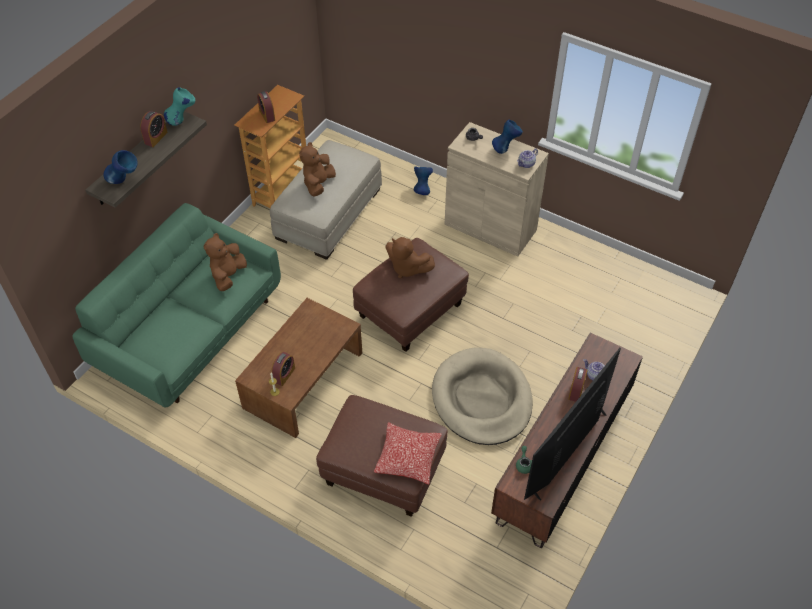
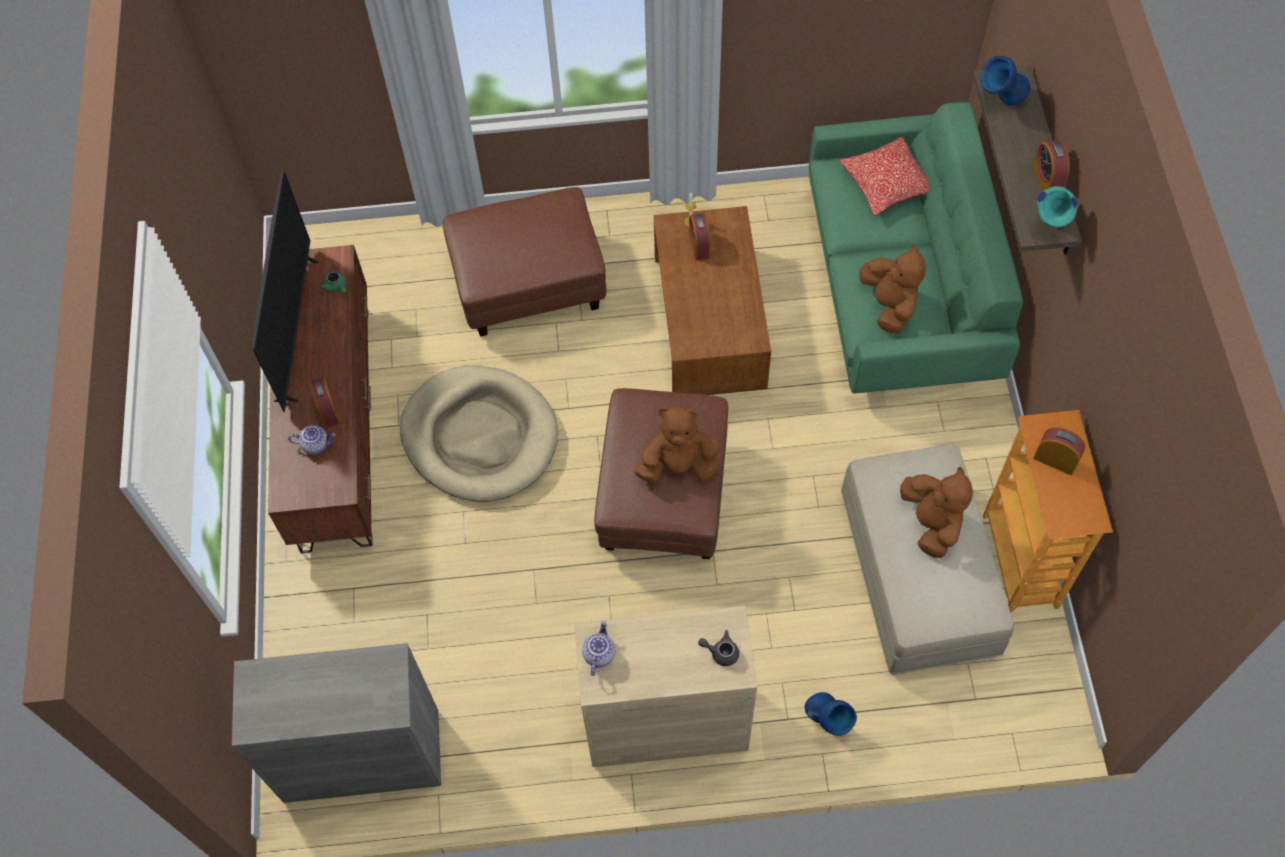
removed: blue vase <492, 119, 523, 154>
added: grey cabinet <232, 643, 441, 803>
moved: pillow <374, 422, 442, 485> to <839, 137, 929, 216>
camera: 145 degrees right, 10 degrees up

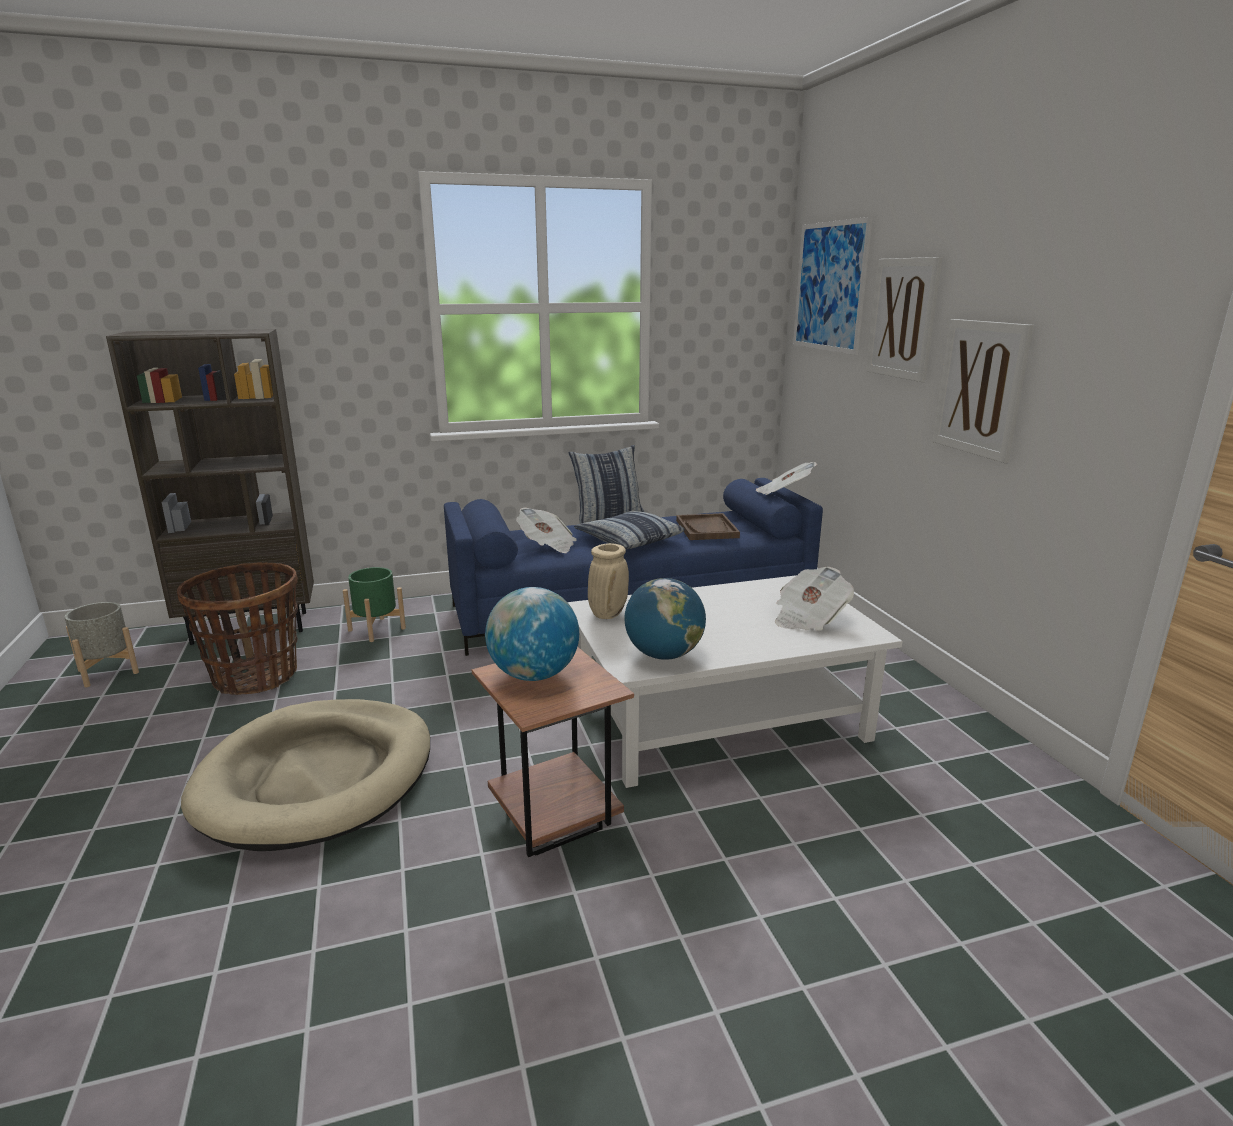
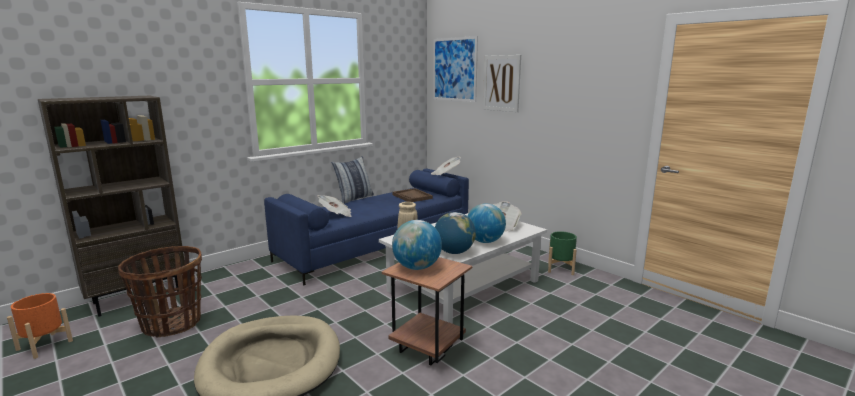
removed: pillow <574, 511, 685, 549>; picture <933, 319, 1034, 463>
added: globe <468, 204, 506, 243>
moved: green planter <343, 567, 406, 642> to <548, 231, 577, 275>
recoloured: grey planter <64, 602, 139, 687> to orange planter <7, 293, 73, 359>
camera: 25 degrees left, 5 degrees down

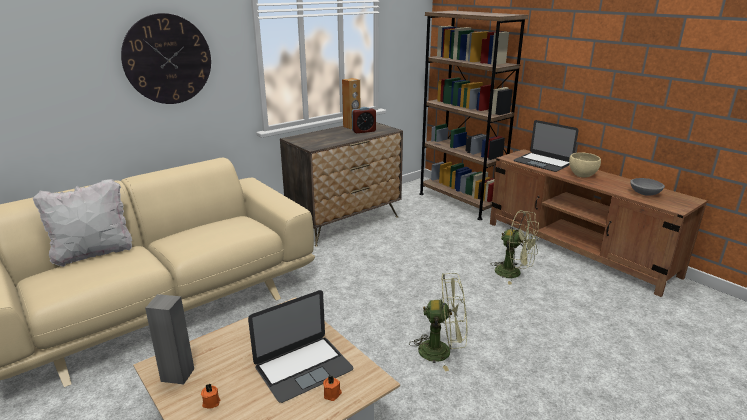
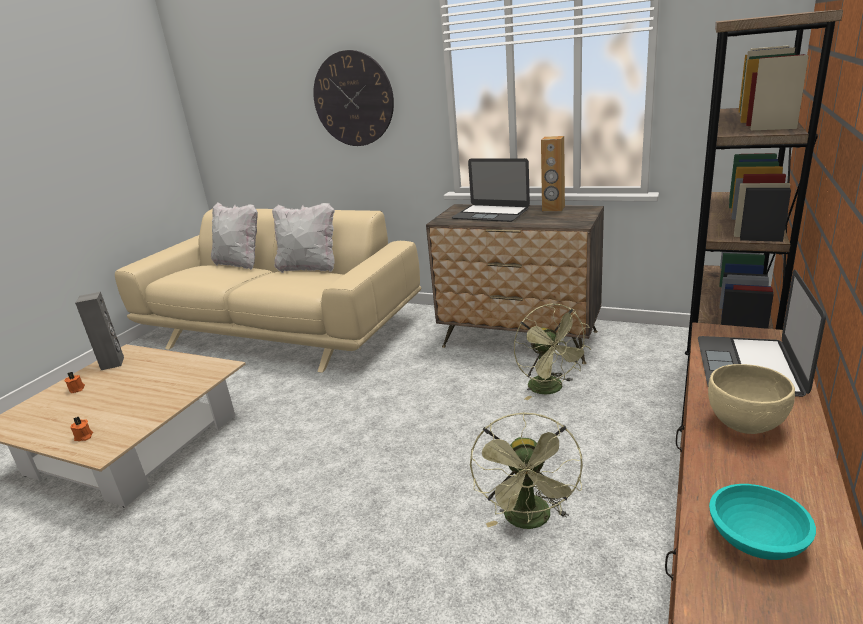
removed: alarm clock <352, 107, 376, 133>
added: white pillow <272, 203, 335, 273>
moved: laptop <248, 290, 353, 403> to <452, 158, 530, 222>; green fan <409, 273, 467, 371> to <514, 304, 591, 400>
recoloured: grey bowl <630, 178, 665, 196> to turquoise bowl <709, 484, 816, 560>
camera: 65 degrees right, 0 degrees up

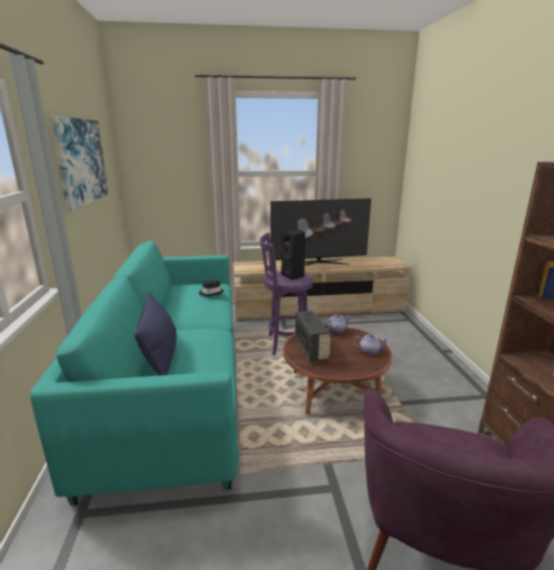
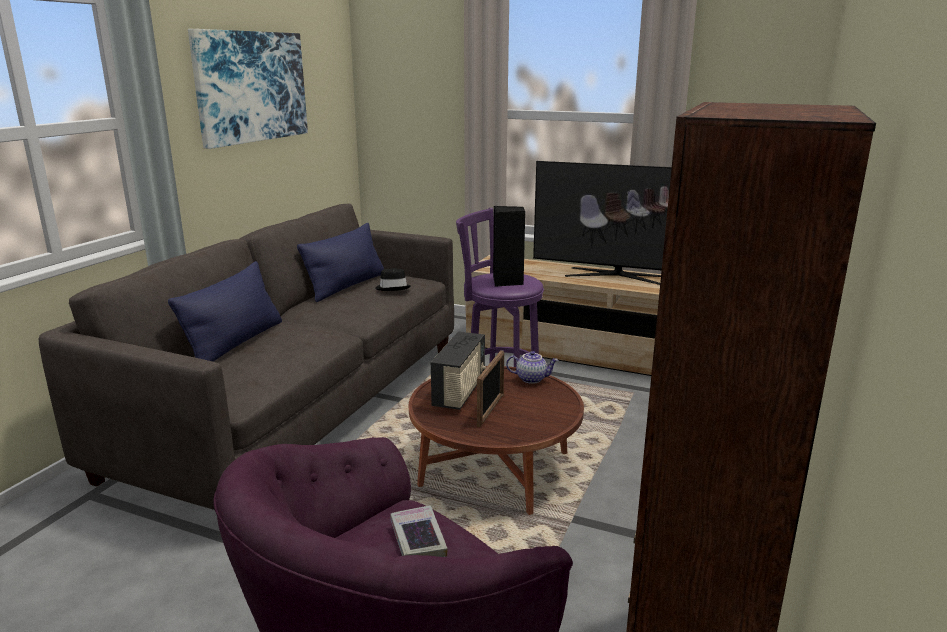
removed: teapot <353, 334, 389, 355>
added: blue pillow <297, 223, 384, 302>; book <390, 505, 448, 557>; picture frame <477, 350, 504, 427>
recoloured: turquoise sofa <30, 241, 239, 506> to grey sofa <39, 203, 454, 510>
camera: 30 degrees right, 0 degrees up

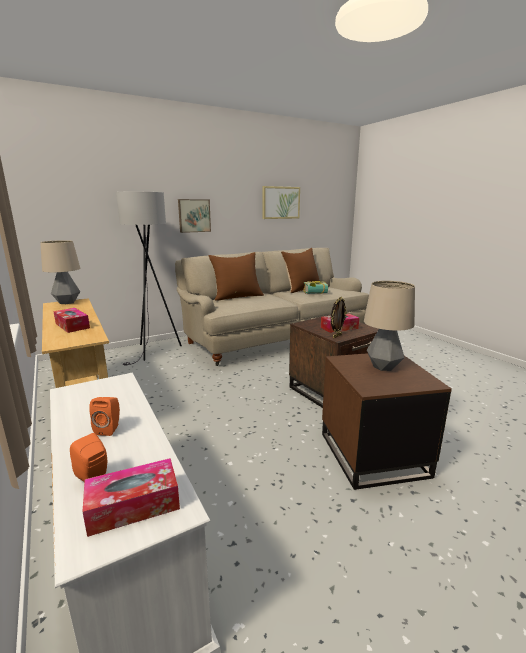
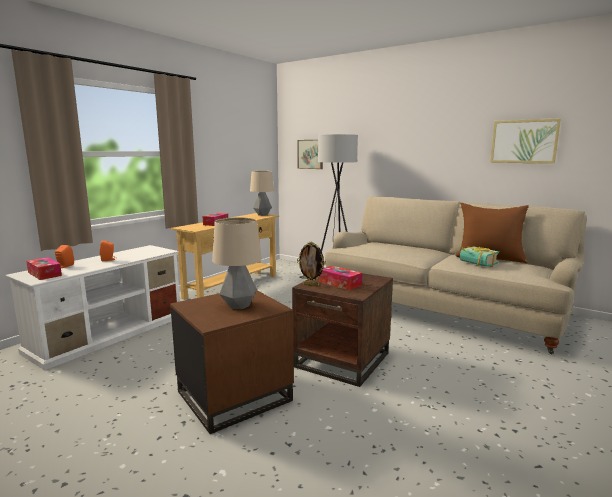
removed: brown pillow <208, 252, 264, 301>
moved: picture <178, 199, 211, 233> to <297, 140, 323, 169>
camera: 65 degrees right, 5 degrees down

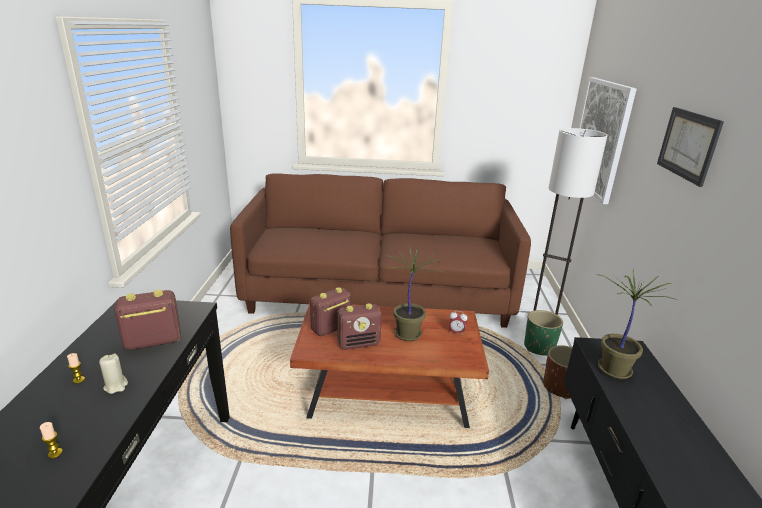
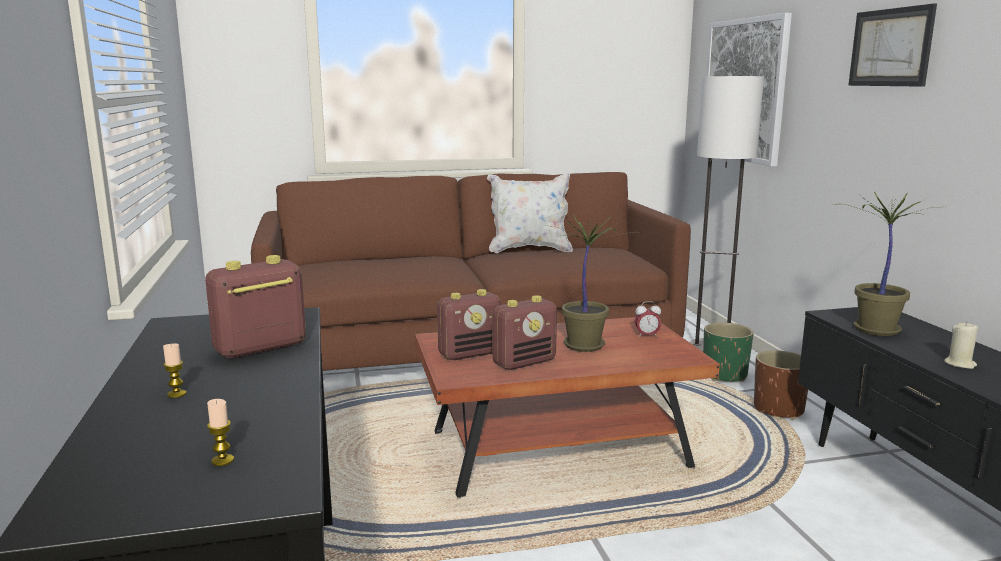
added: white pillow <487, 173, 573, 253>
moved: beige candle <99, 354, 128, 394> to <944, 322, 978, 369>
turned: radio <310, 287, 351, 336> = <437, 289, 501, 360> 150 degrees counterclockwise
camera: 15 degrees left, 10 degrees down

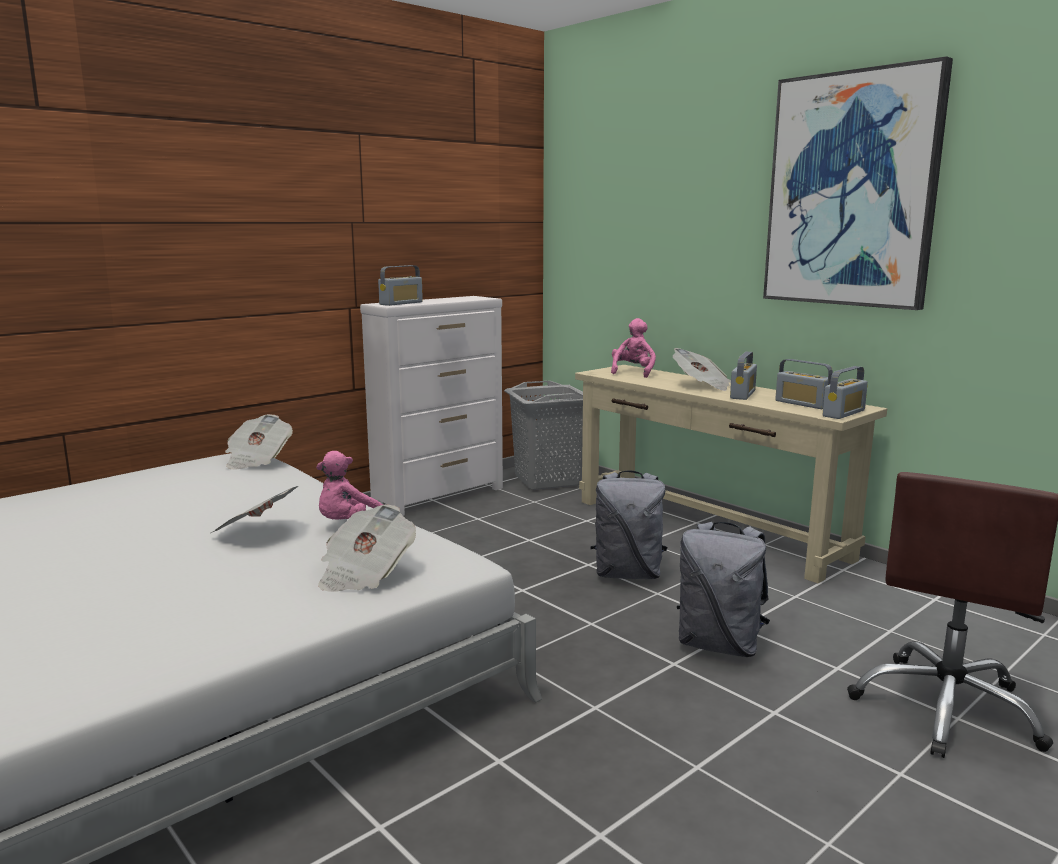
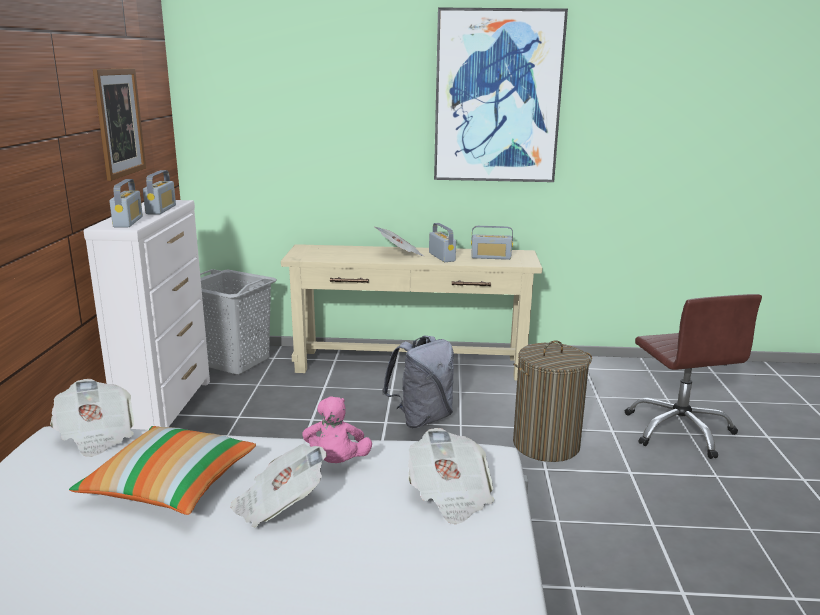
removed: pink plush toy <611, 318, 656, 378>
added: pillow <69, 426, 256, 515>; picture <93, 68, 146, 181>
moved: radio <823, 366, 868, 419> to <143, 170, 176, 215>
replaced: grey backpack <677, 522, 770, 657> to laundry basket <513, 341, 592, 462>
camera: 45 degrees left, 5 degrees up

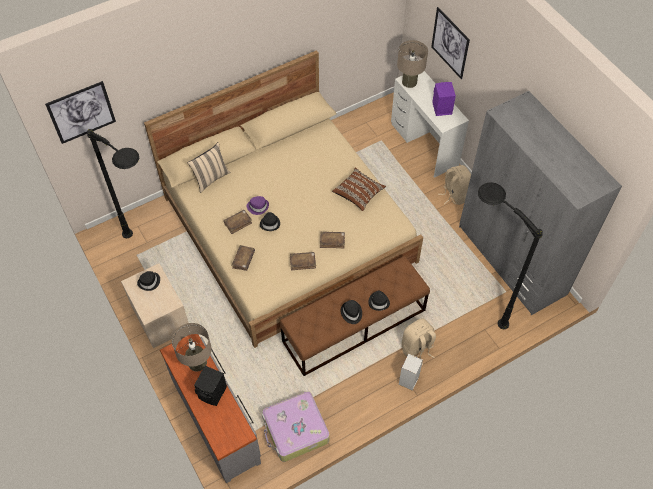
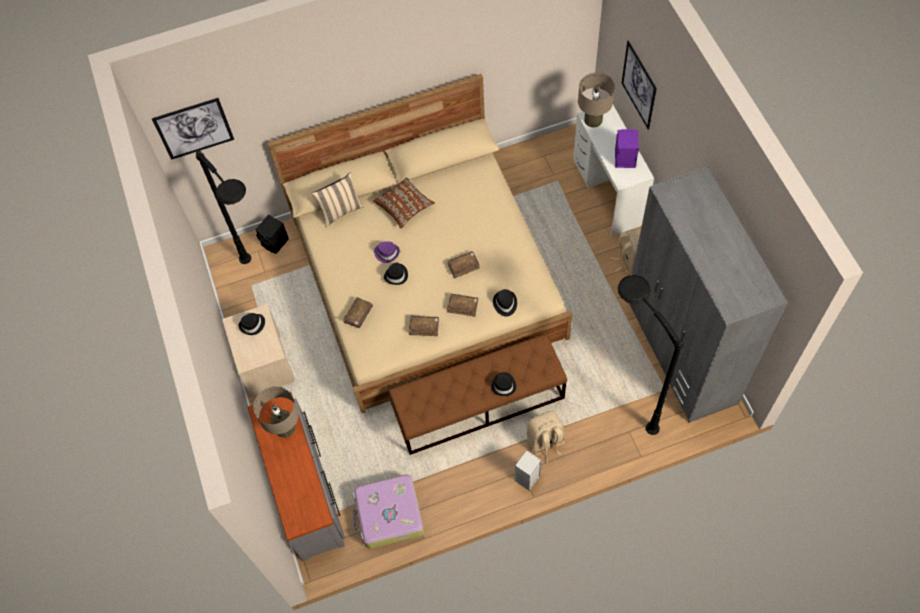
moved: black speaker <194, 366, 227, 406> to <255, 214, 289, 254>; brown book <224, 210, 252, 234> to <448, 251, 480, 278>; brown pillow <332, 168, 386, 211> to <373, 178, 435, 228>; black hat <341, 300, 362, 324> to <493, 289, 517, 317>
camera: 15 degrees right, 5 degrees up

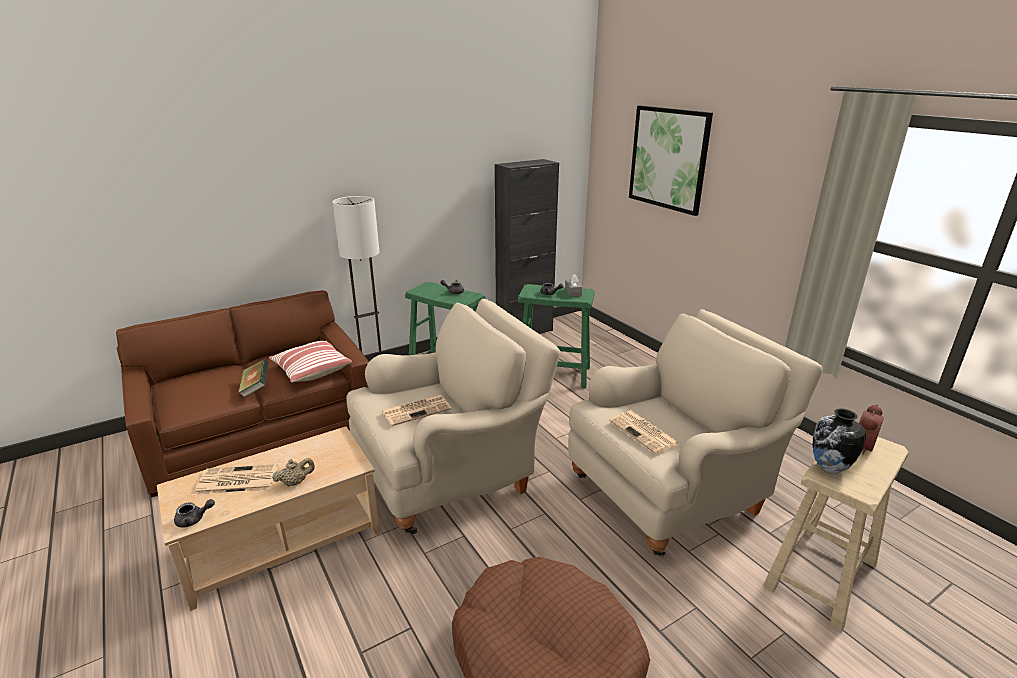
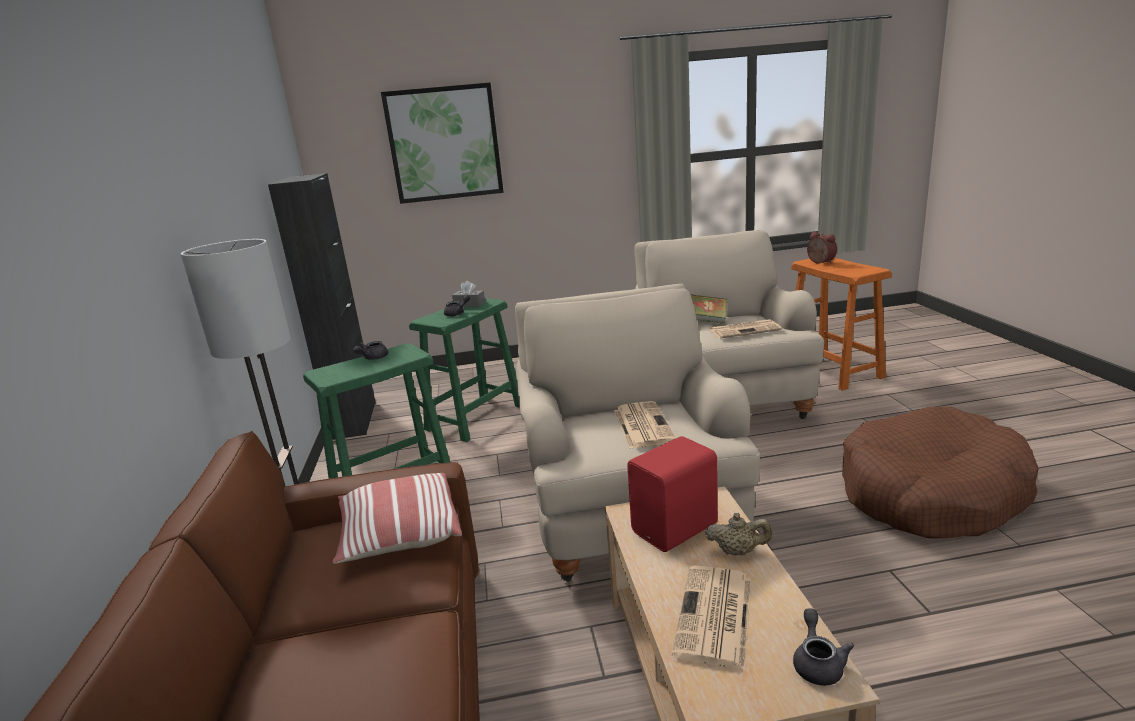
removed: vase <813, 408, 866, 474>
added: red speaker <627, 436, 718, 552>
moved: book <238, 359, 268, 398> to <690, 294, 727, 324>
recoloured: beige stool <763, 437, 909, 632> to orange stool <791, 258, 892, 390>
turned: beige teapot <272, 458, 315, 487> = <705, 513, 772, 556> 105 degrees clockwise
camera: 65 degrees left, 5 degrees down

